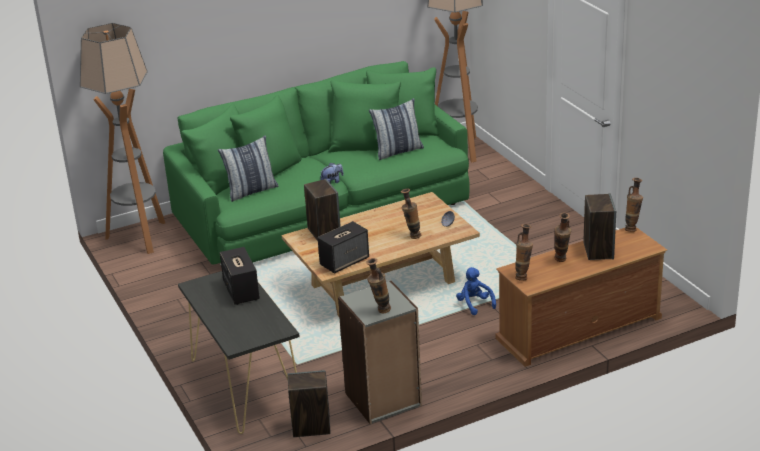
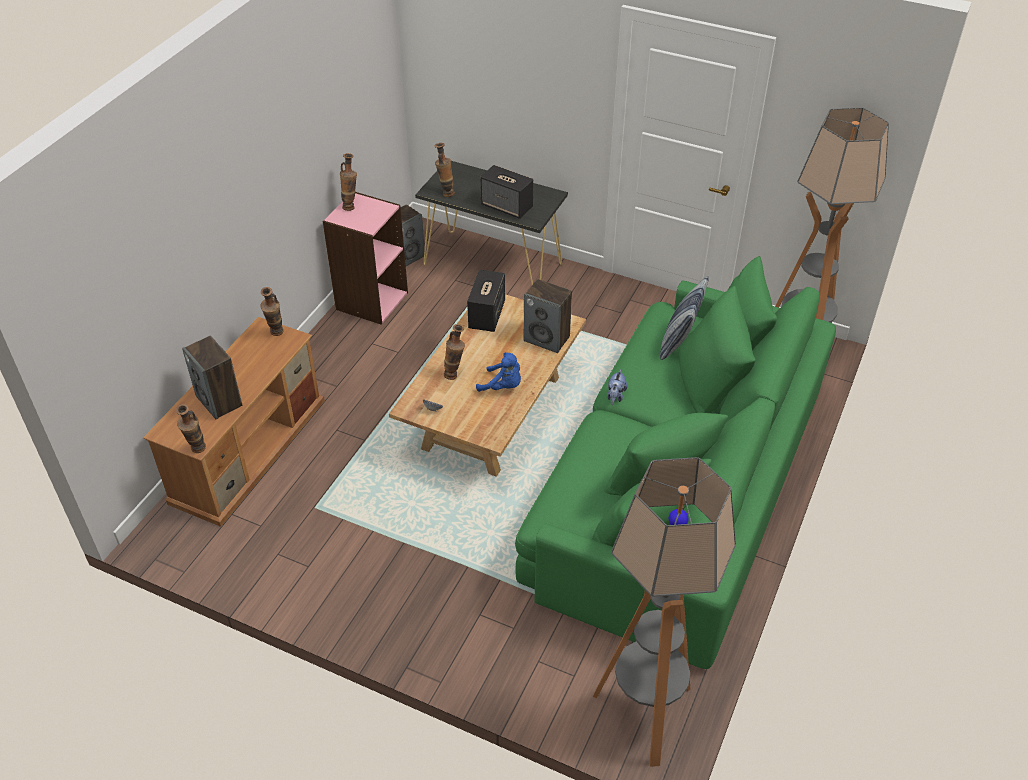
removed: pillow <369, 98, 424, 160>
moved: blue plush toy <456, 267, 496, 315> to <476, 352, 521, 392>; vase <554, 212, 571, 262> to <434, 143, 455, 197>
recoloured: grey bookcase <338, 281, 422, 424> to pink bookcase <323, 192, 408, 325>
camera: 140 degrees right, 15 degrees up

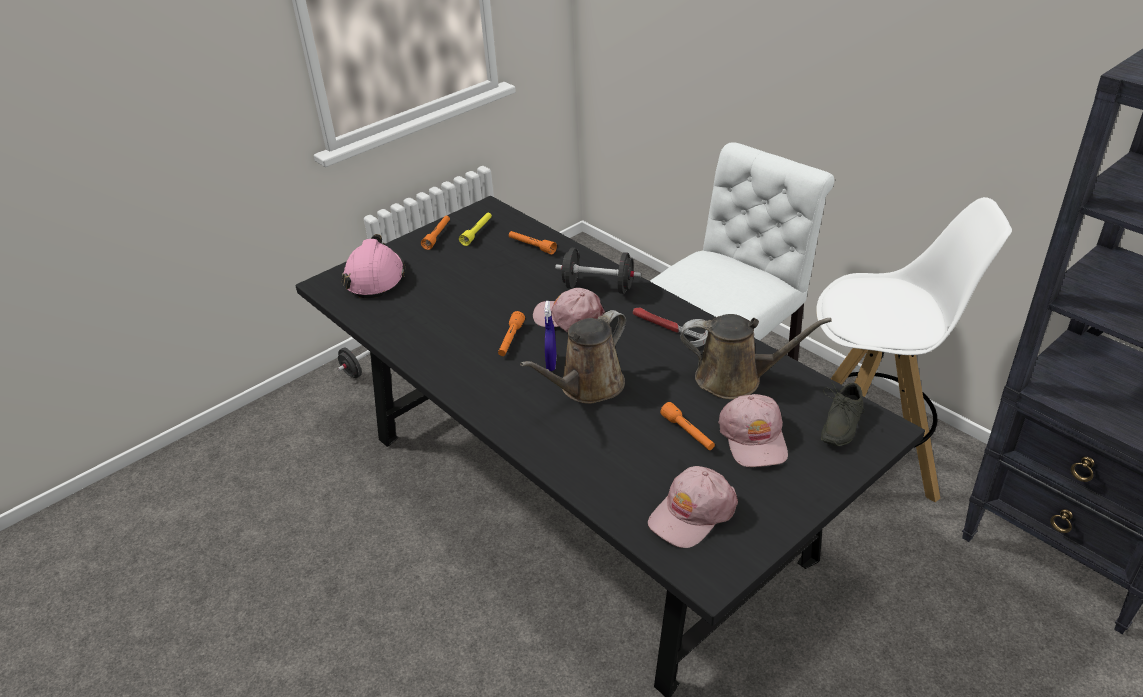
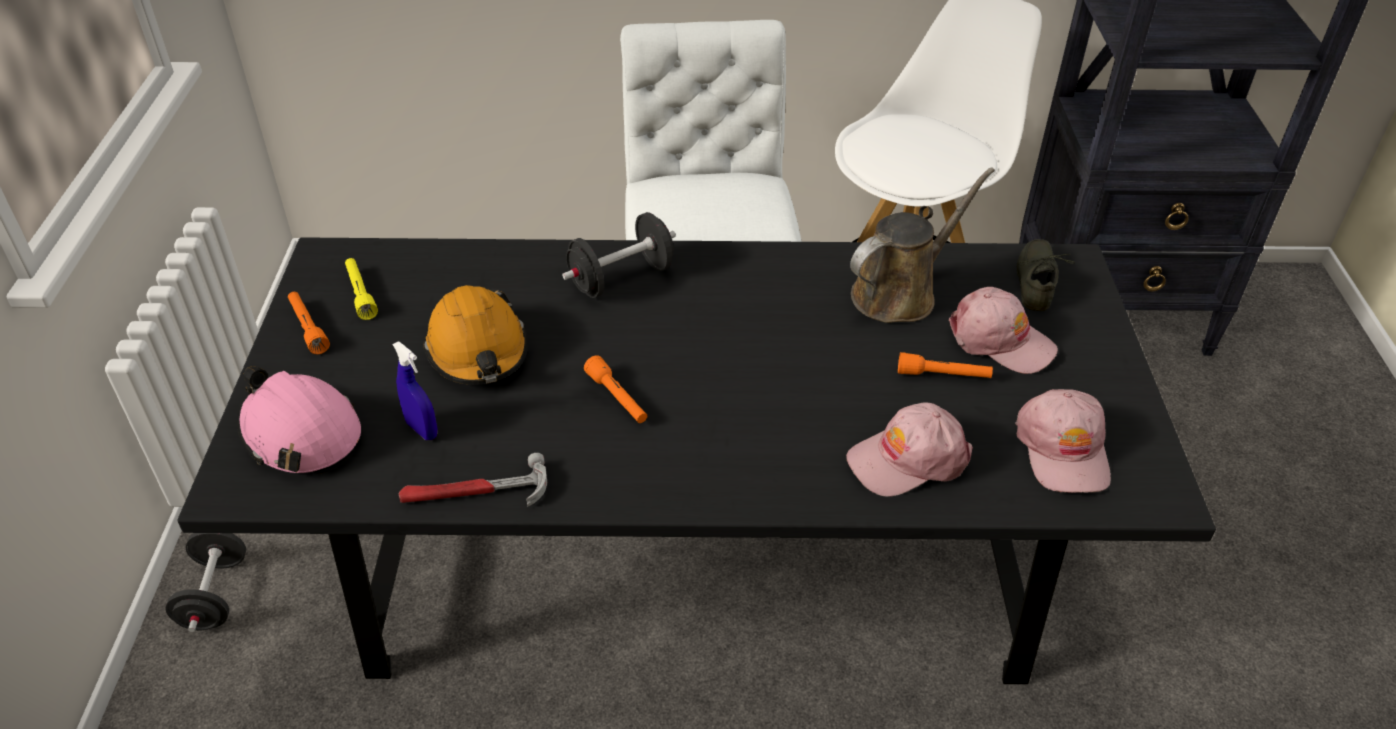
removed: orange flashlight <509, 231, 557, 255>; brown watering can <520, 310, 626, 404>
added: orange hard hat <423, 285, 528, 385>
moved: pink cap <533, 288, 605, 333> to <846, 402, 973, 497>; blue spray bottle <544, 301, 557, 371> to <392, 342, 437, 440>; hammer <633, 307, 708, 347> to <399, 453, 547, 507>
turned: grey shoe <821, 381, 865, 446> = <1017, 239, 1075, 311> 150 degrees counterclockwise
camera: 50 degrees left, 5 degrees up

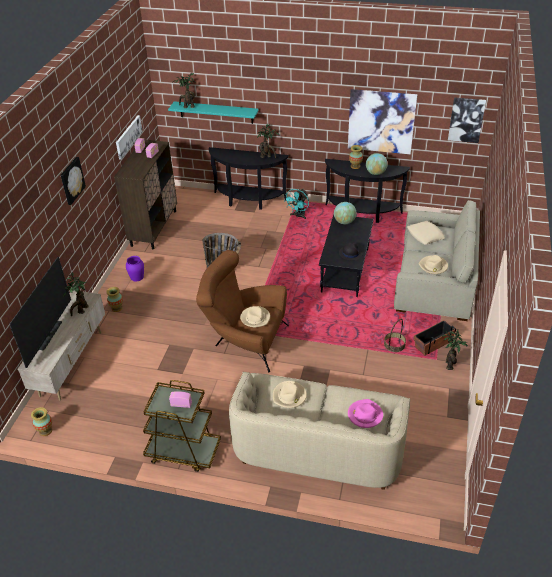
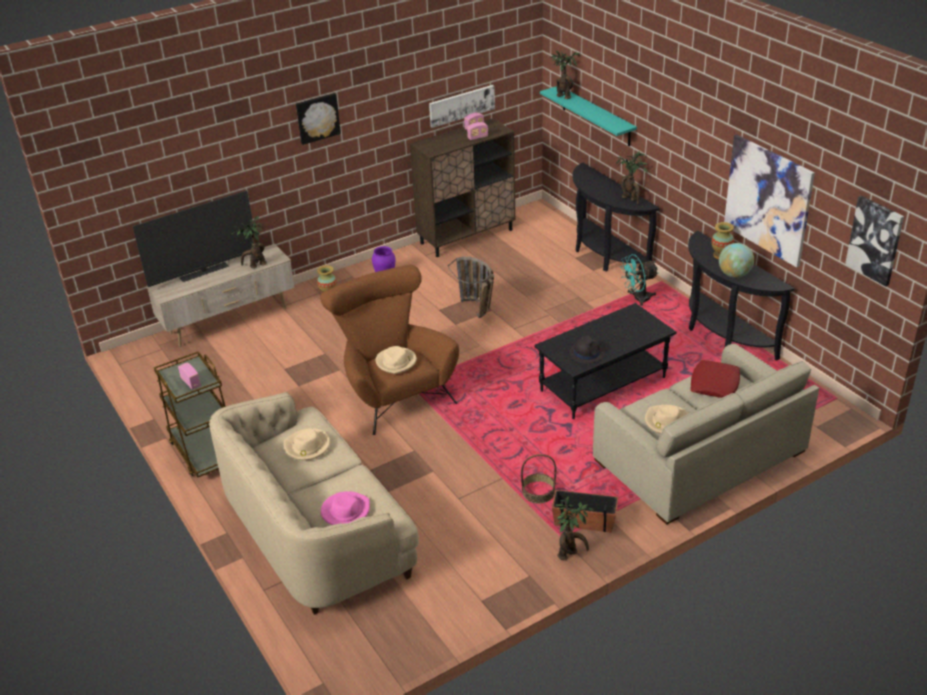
removed: vase <31, 407, 52, 436>; globe <334, 202, 356, 224>
recoloured: beige pillow <407, 221, 445, 245> to red pillow <690, 360, 740, 398>
camera: 45 degrees right, 5 degrees down

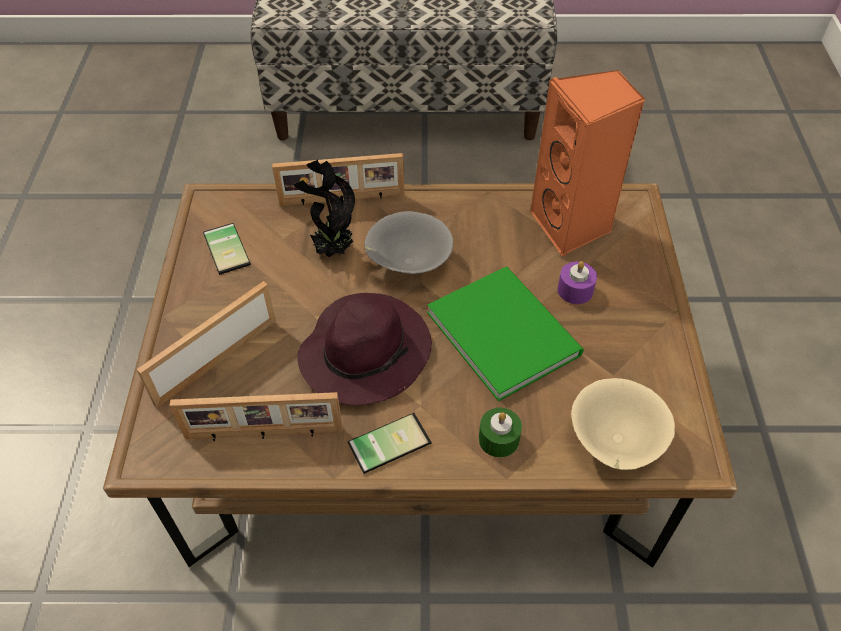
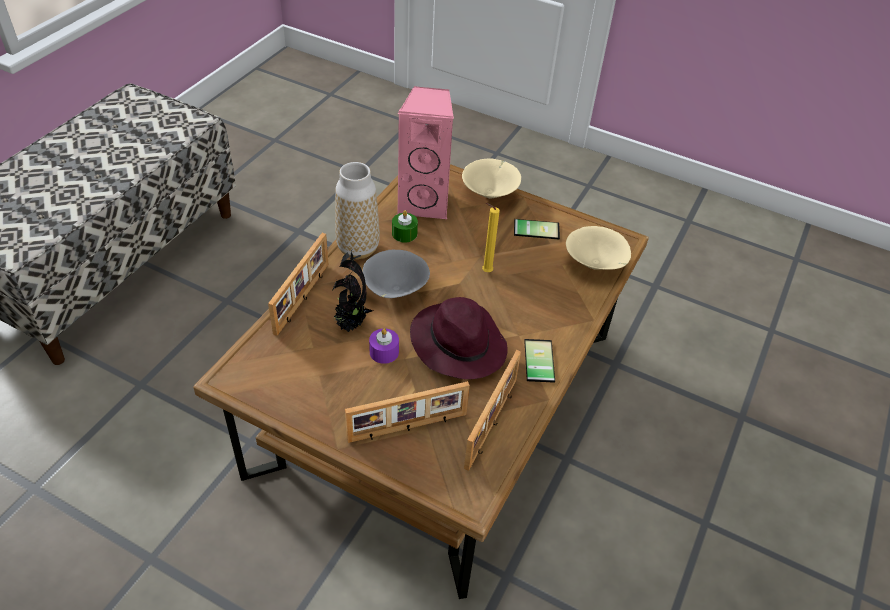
added: vase <335, 162, 380, 259>; beige bowl <462, 159, 521, 199>
moved: phone <203, 223, 251, 275> to <514, 219, 560, 240>; green candle <479, 408, 522, 457> to <392, 210, 418, 243>; purple candle <557, 261, 597, 304> to <369, 328, 399, 364>
replaced: green book <427, 266, 584, 402> to yellow candle <482, 203, 500, 272>
recoloured: orange speaker <530, 70, 645, 256> to pink speaker <397, 86, 454, 219>
turned: picture frame <136, 281, 276, 408> = <345, 381, 470, 443> 90 degrees counterclockwise
camera: 65 degrees left, 5 degrees down

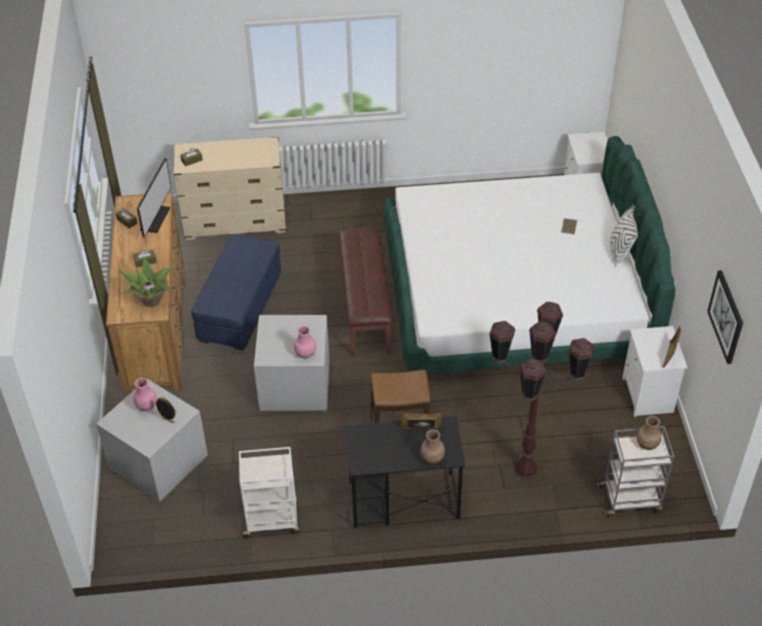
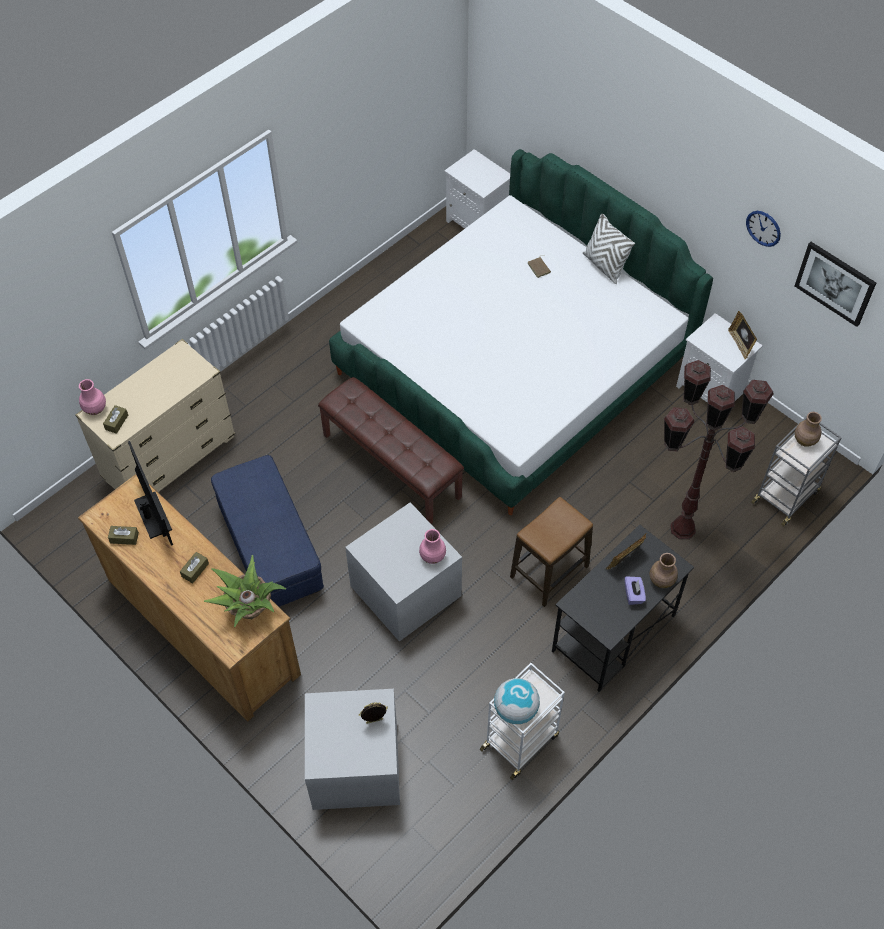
added: globe <494, 678, 540, 724>; purple tissue box <625, 576, 646, 605>; wall clock <746, 211, 781, 247>
moved: pink vase <133, 378, 157, 411> to <79, 379, 106, 415>
camera: 40 degrees left, 10 degrees up

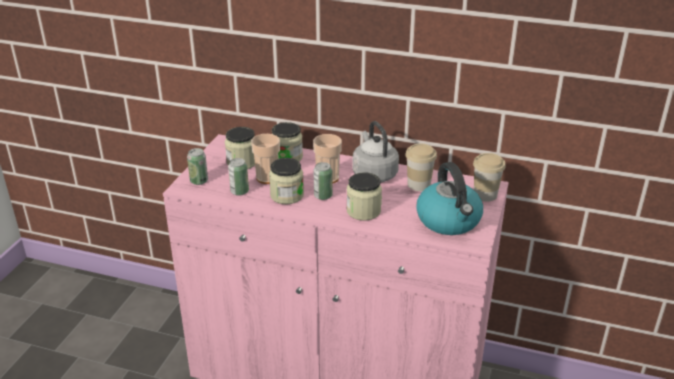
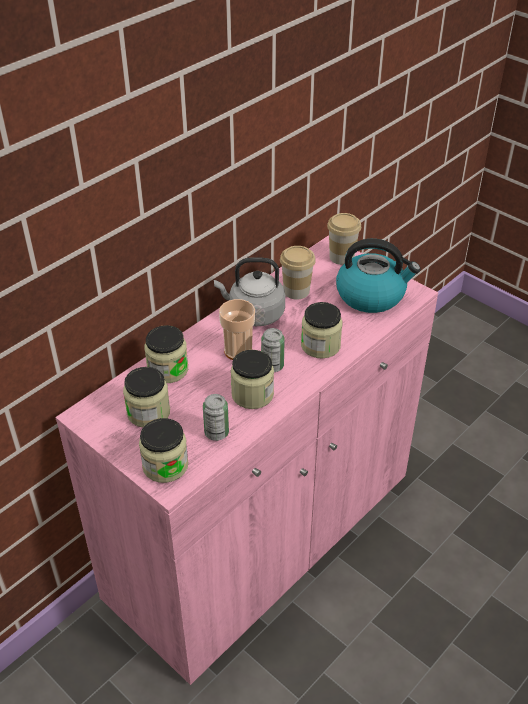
removed: cup <251, 134, 280, 184>
replaced: can <187, 148, 208, 185> to jar <139, 418, 188, 483>
camera: 65 degrees left, 10 degrees up

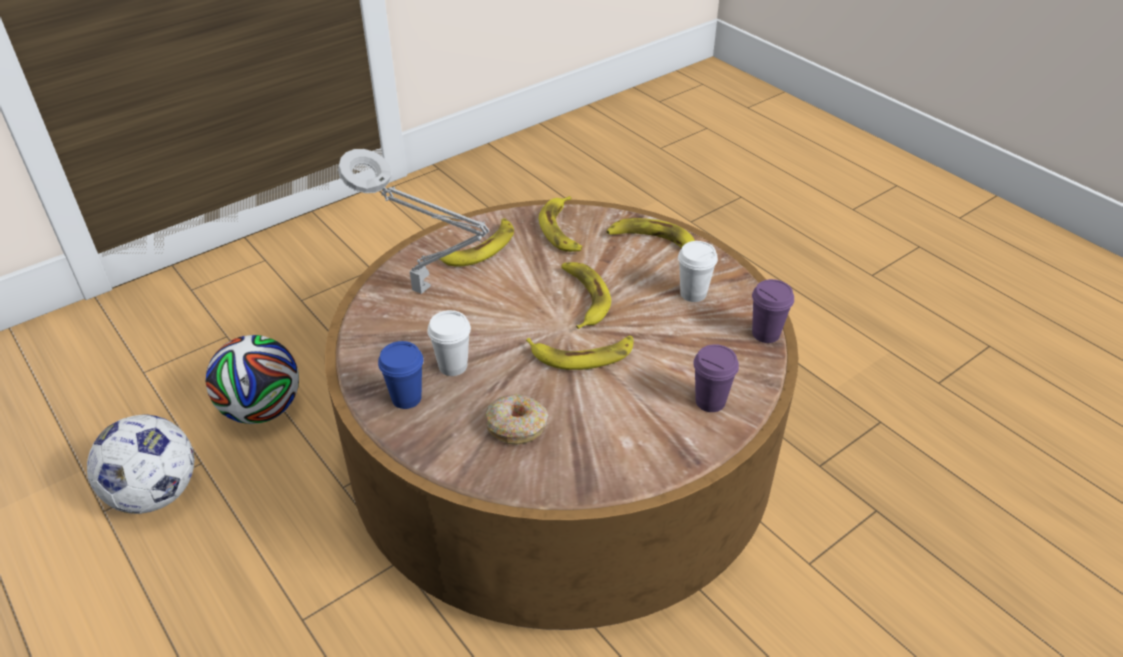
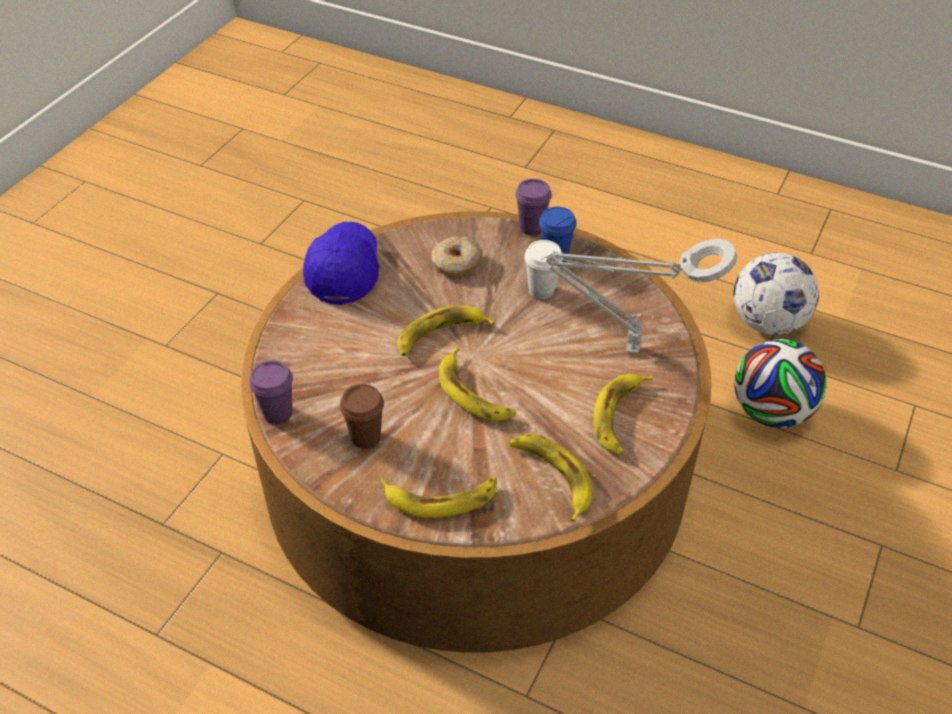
added: blue cap <303, 221, 379, 305>
moved: purple cup <693, 344, 739, 412> to <515, 179, 552, 235>
recoloured: white cup <678, 241, 718, 302> to brown cup <340, 384, 384, 449>
camera: 155 degrees right, 5 degrees up

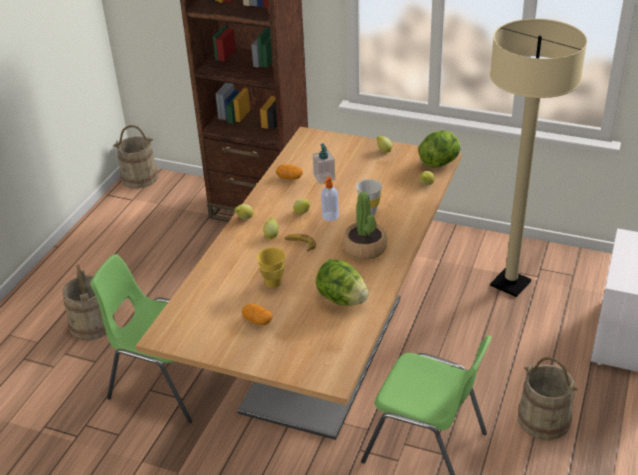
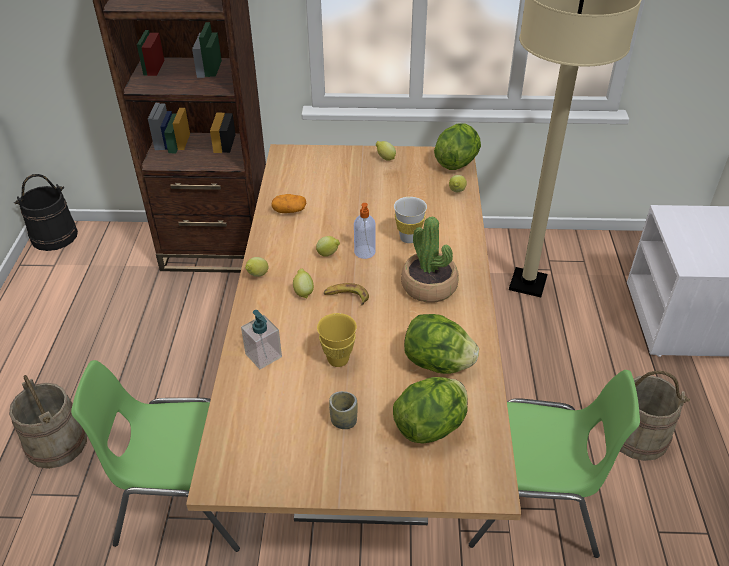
added: lettuce <393, 377, 468, 444>
moved: soap dispenser <313, 144, 335, 184> to <241, 310, 282, 369>
replaced: potato <242, 304, 273, 325> to cup <329, 391, 357, 429>
recoloured: beige bucket <113, 125, 158, 189> to black bucket <14, 174, 78, 251>
camera: 20 degrees left, 5 degrees up

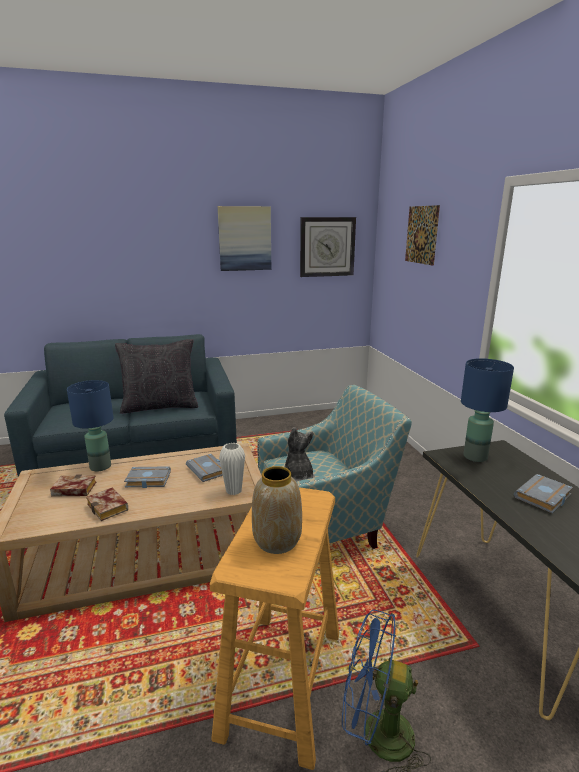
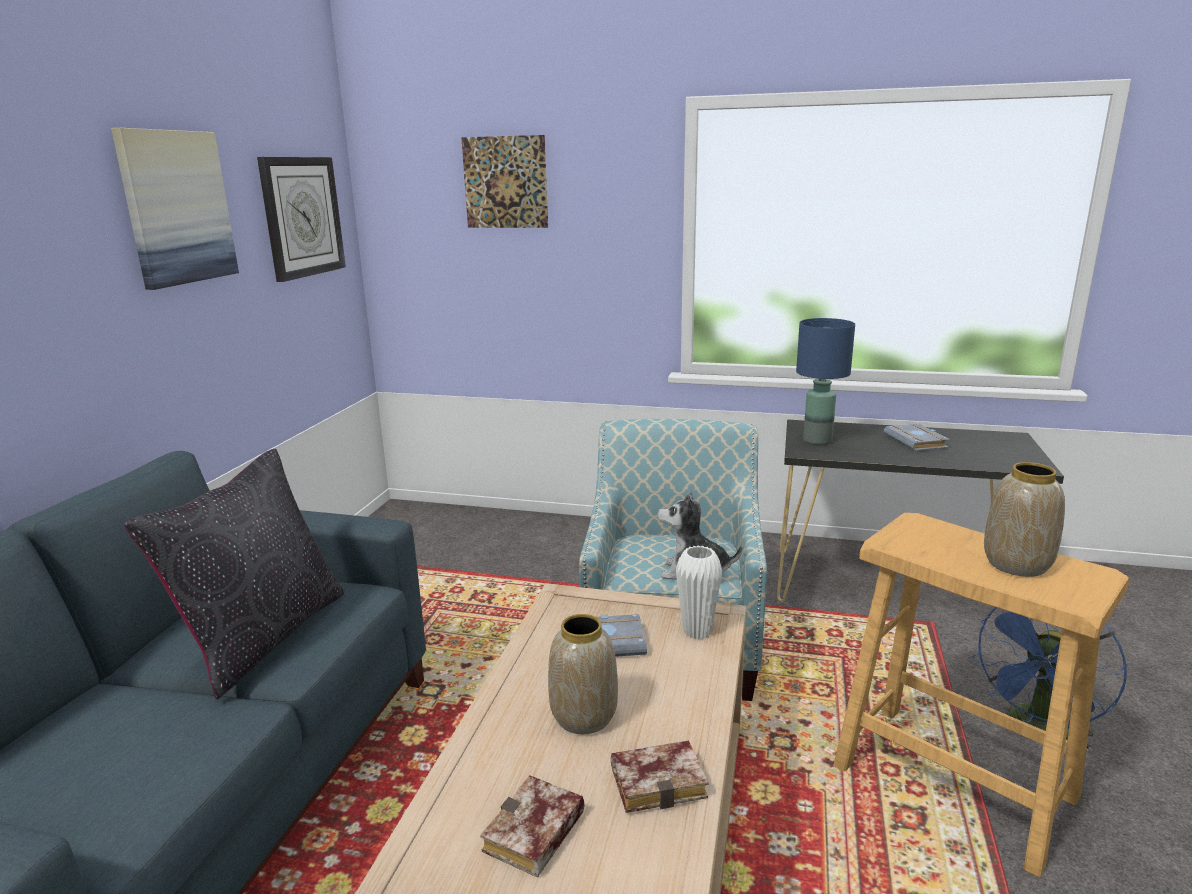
removed: blue table lamp <67, 380, 114, 471>
replaced: grey book <124, 466, 171, 488> to vase <548, 614, 618, 734>
camera: 60 degrees left, 0 degrees up

